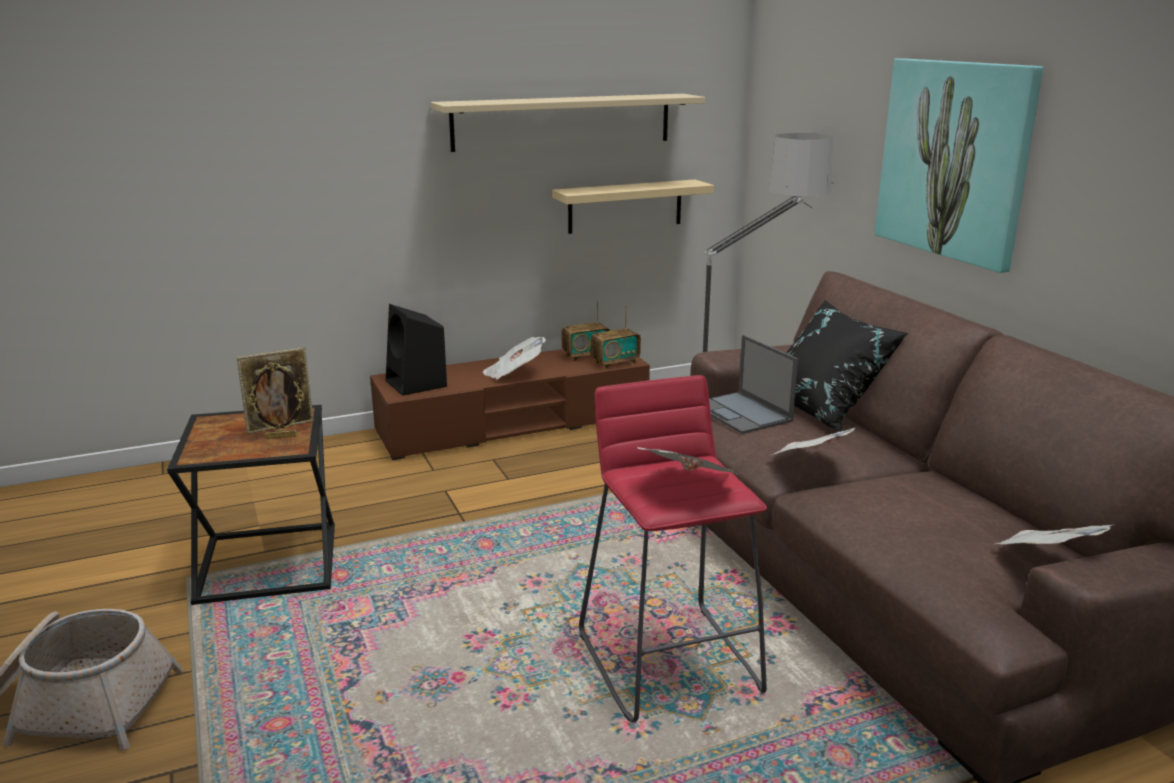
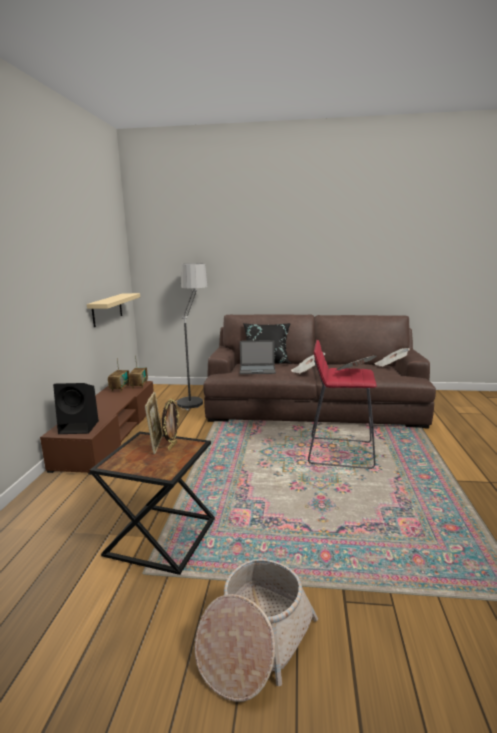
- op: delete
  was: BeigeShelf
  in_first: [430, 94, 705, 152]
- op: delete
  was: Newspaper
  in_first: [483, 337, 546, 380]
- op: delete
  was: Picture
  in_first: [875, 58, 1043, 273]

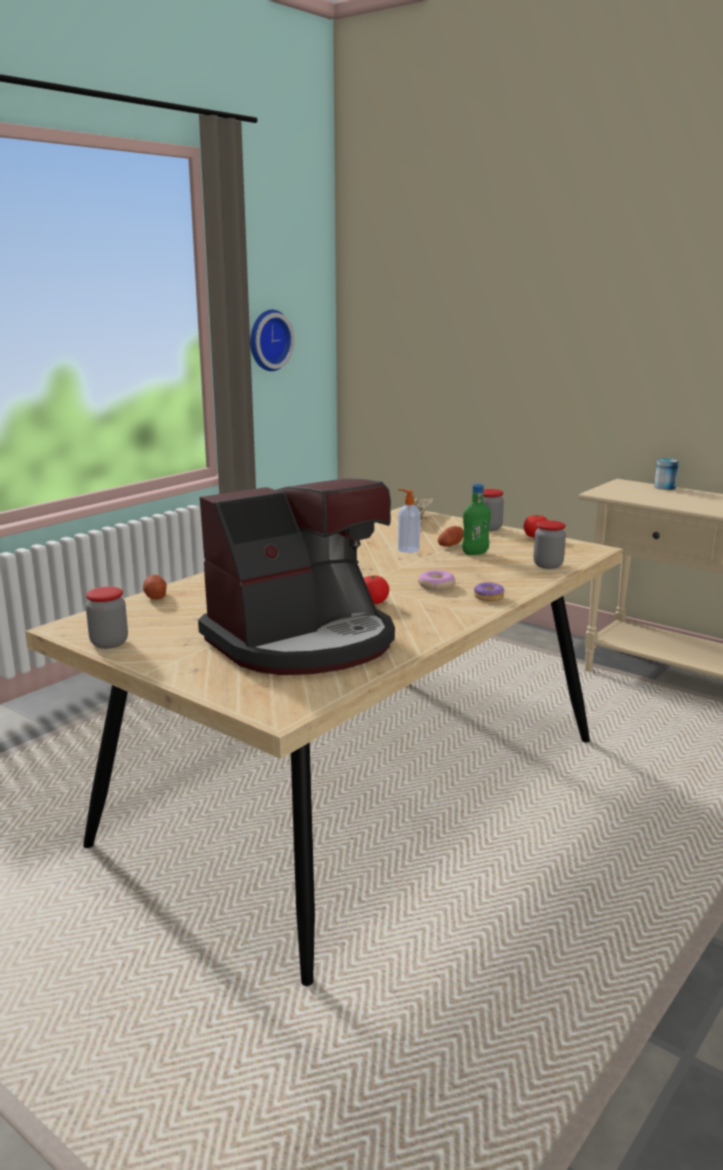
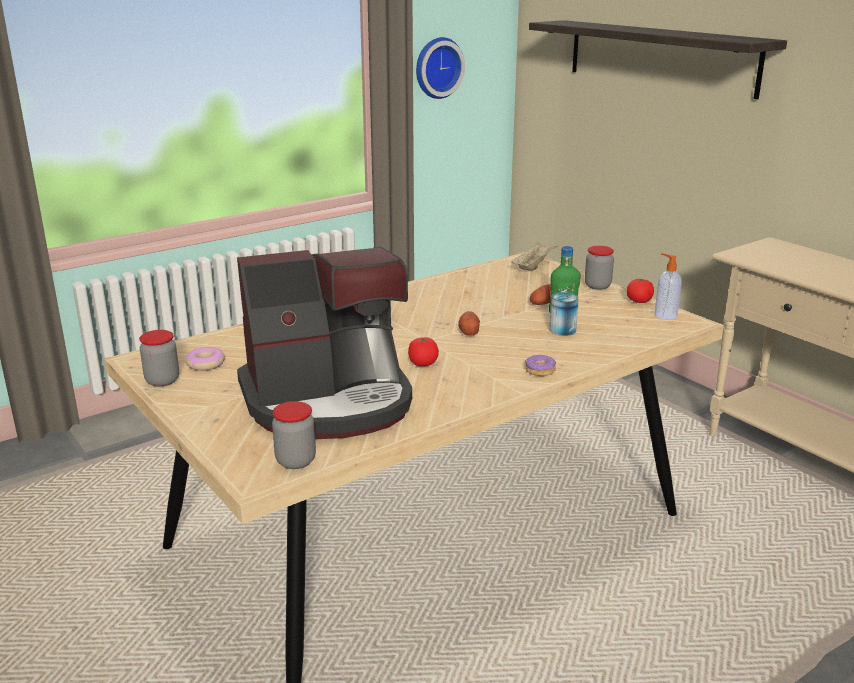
- op: move
  was: Donut
  in_first: [418, 570, 455, 591]
  in_second: [185, 347, 225, 371]
- op: move
  was: Jar
  in_first: [533, 520, 566, 569]
  in_second: [272, 401, 316, 469]
- op: move
  was: Potato
  in_first: [143, 574, 167, 600]
  in_second: [458, 311, 480, 336]
- op: insert
  now: Shelf
  in_second: [529, 20, 787, 99]
- op: move
  was: Can
  in_first: [654, 458, 679, 490]
  in_second: [549, 292, 579, 336]
- op: move
  was: SoapDispenser
  in_first: [398, 489, 420, 553]
  in_second: [654, 253, 682, 320]

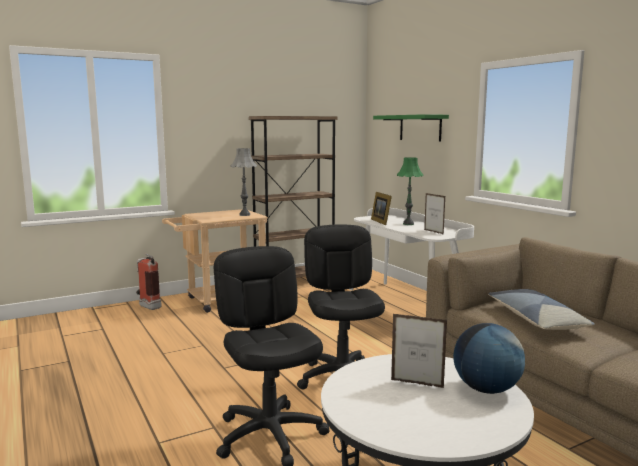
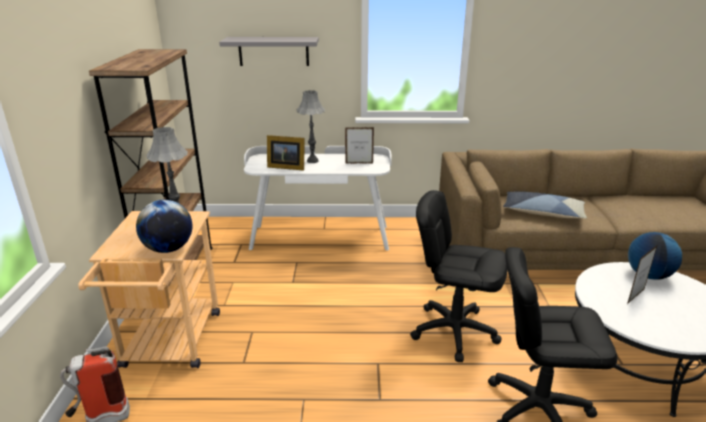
- op: insert
  now: Globe
  in_second: [136, 200, 192, 253]
- op: recolor
  was: GreenShelf
  now: GreyShelf
  in_first: [373, 114, 449, 141]
  in_second: [219, 37, 319, 66]
- op: recolor
  was: GreenTableLamp
  now: GreyTableLamp
  in_first: [397, 157, 423, 225]
  in_second: [297, 90, 325, 163]

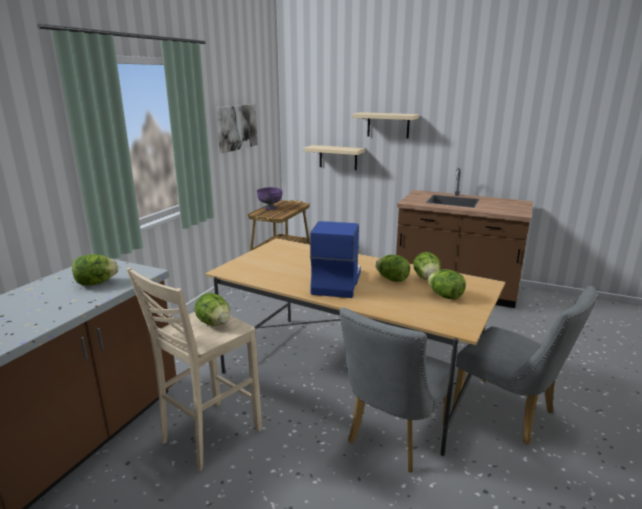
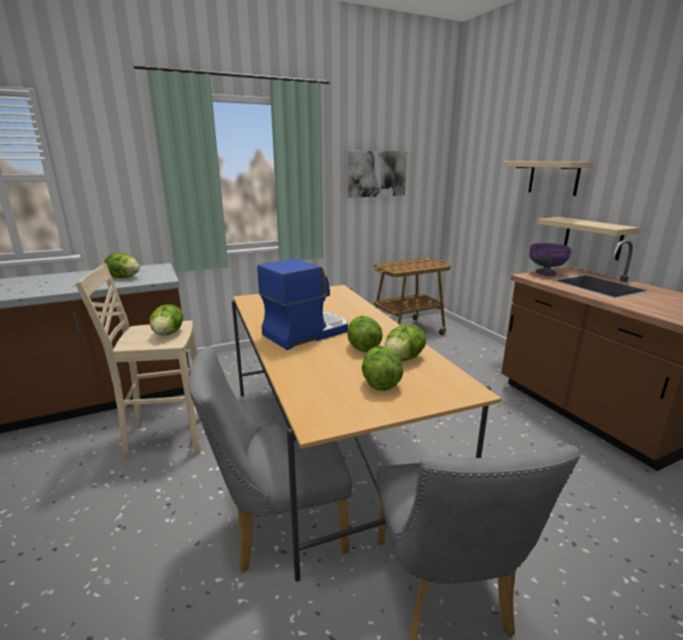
- op: move
  was: PurpleBowl
  in_first: [257, 187, 283, 210]
  in_second: [530, 243, 572, 276]
- op: move
  was: BeigeShelf
  in_first: [303, 145, 365, 170]
  in_second: [537, 217, 640, 260]

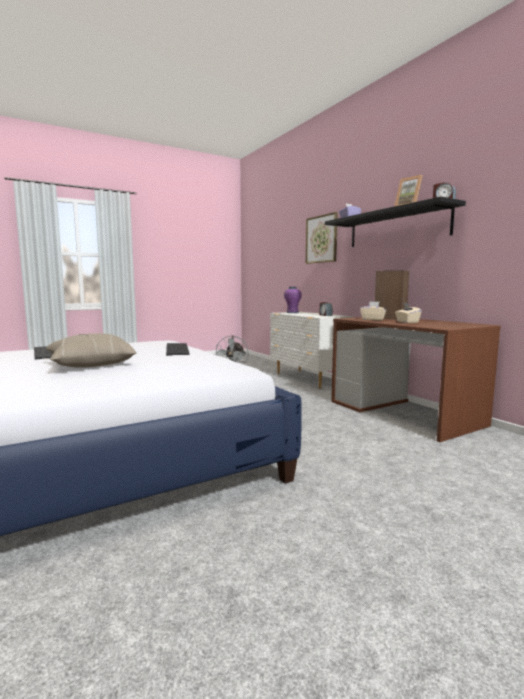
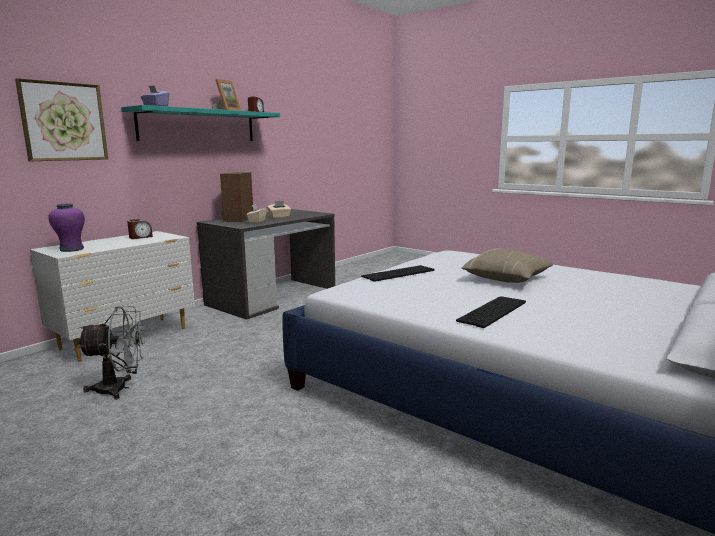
- op: recolor
  was: BlackShelf
  now: TurquoiseShelf
  in_first: [325, 197, 466, 247]
  in_second: [121, 105, 280, 141]
- op: recolor
  was: BrownDesk
  now: GreyDesk
  in_first: [331, 317, 501, 442]
  in_second: [197, 209, 335, 320]

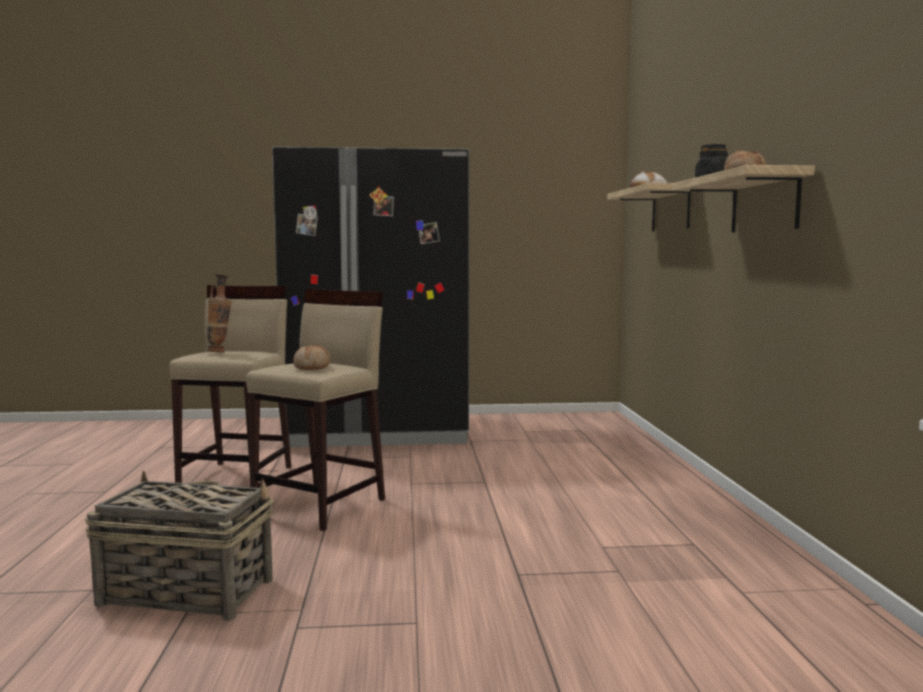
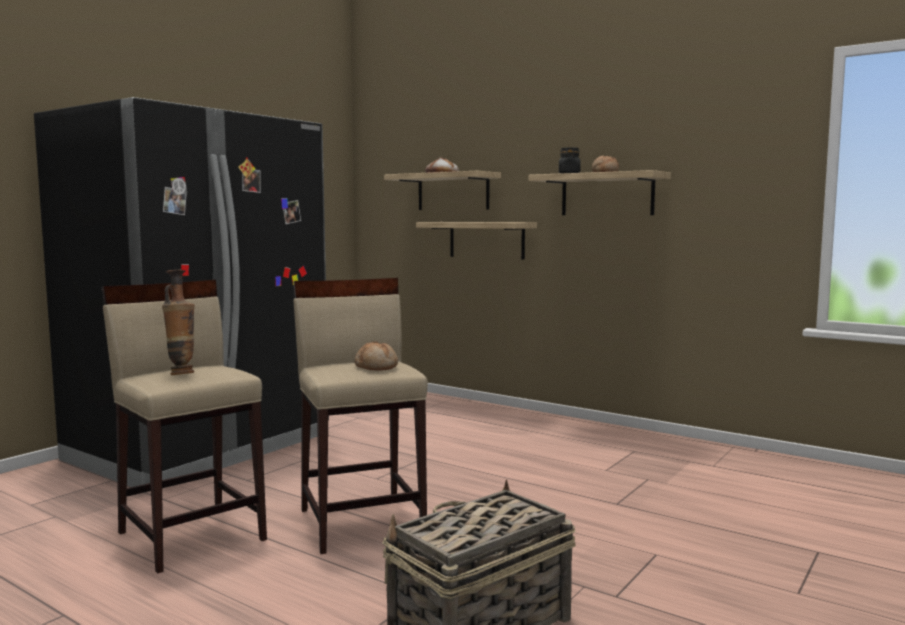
- op: insert
  now: Shelf
  in_second: [416, 222, 537, 260]

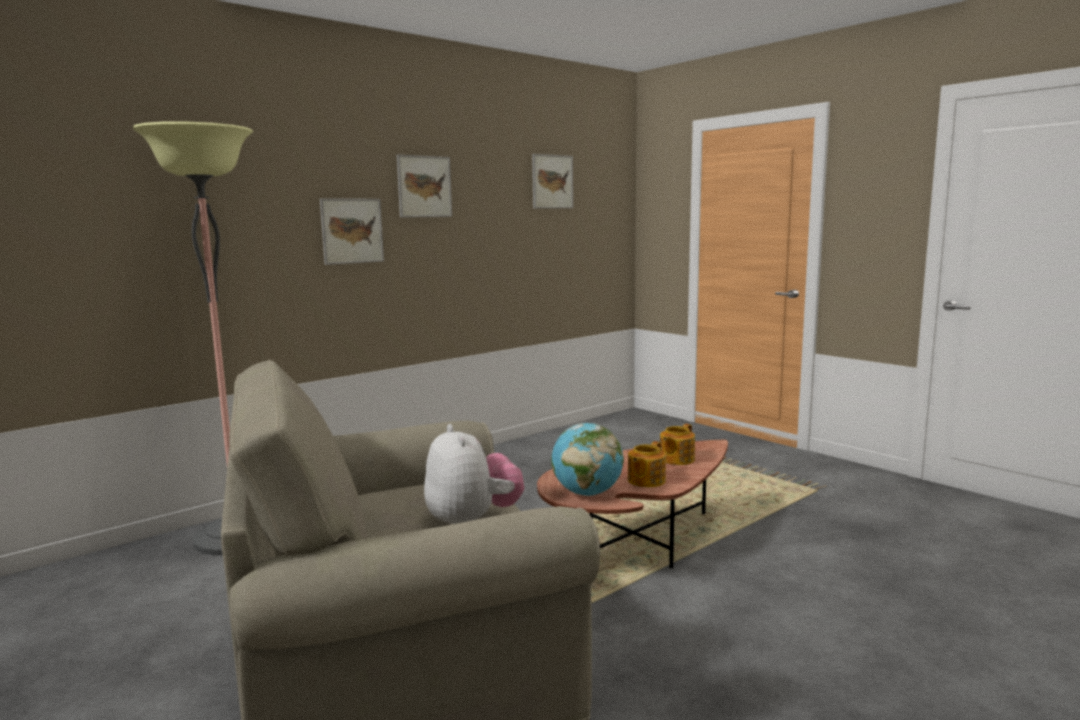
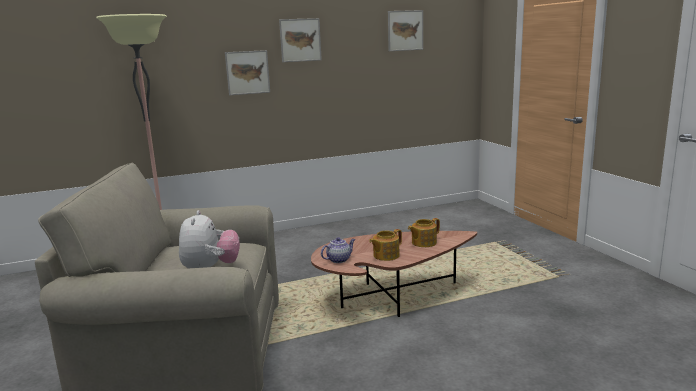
- op: replace
  was: Globe
  now: Teapot
  in_first: [551, 423, 624, 496]
  in_second: [321, 237, 355, 263]

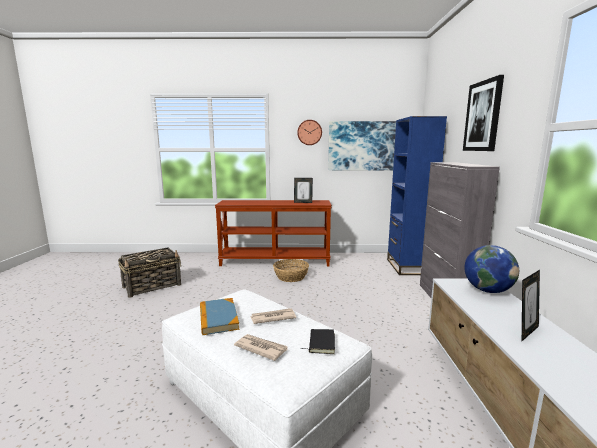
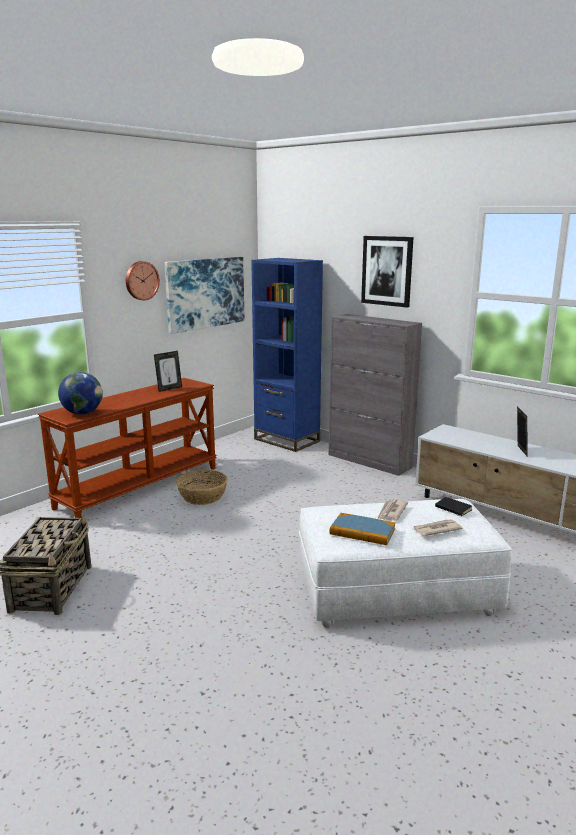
- op: move
  was: Globe
  in_first: [464, 245, 519, 293]
  in_second: [58, 372, 103, 414]

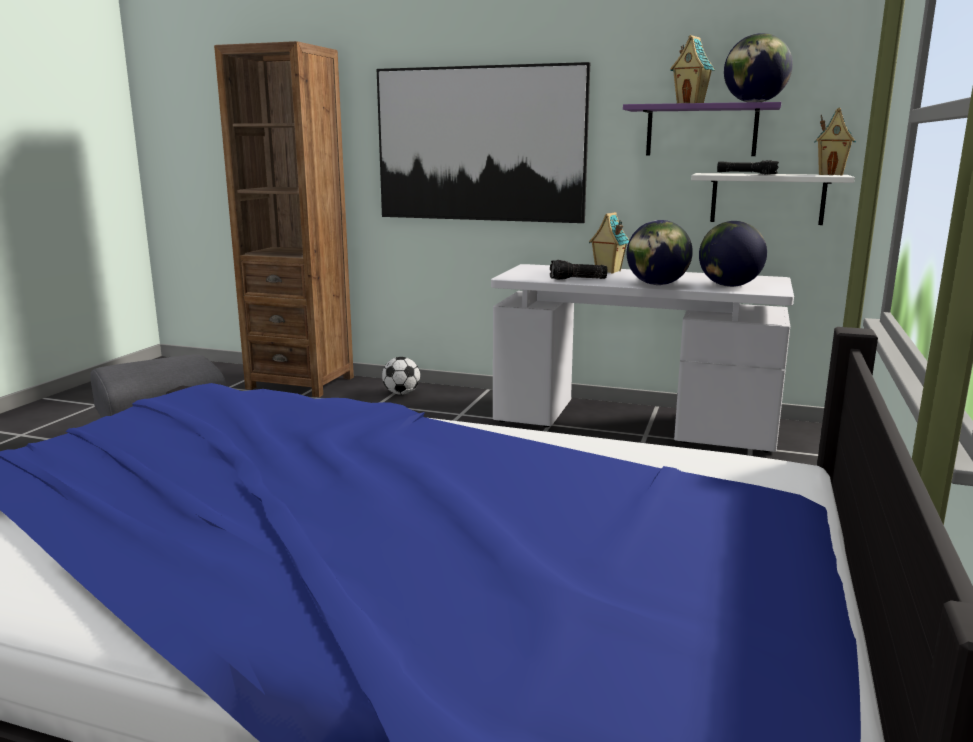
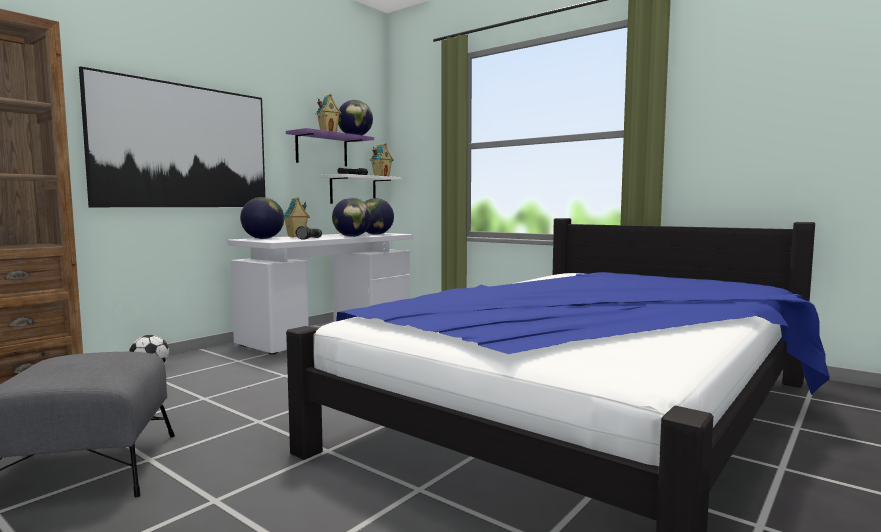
- op: insert
  now: Globe
  in_second: [240, 197, 284, 239]

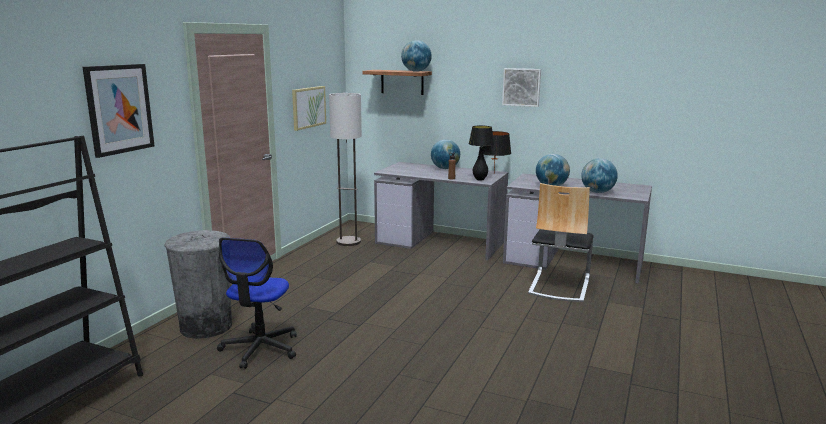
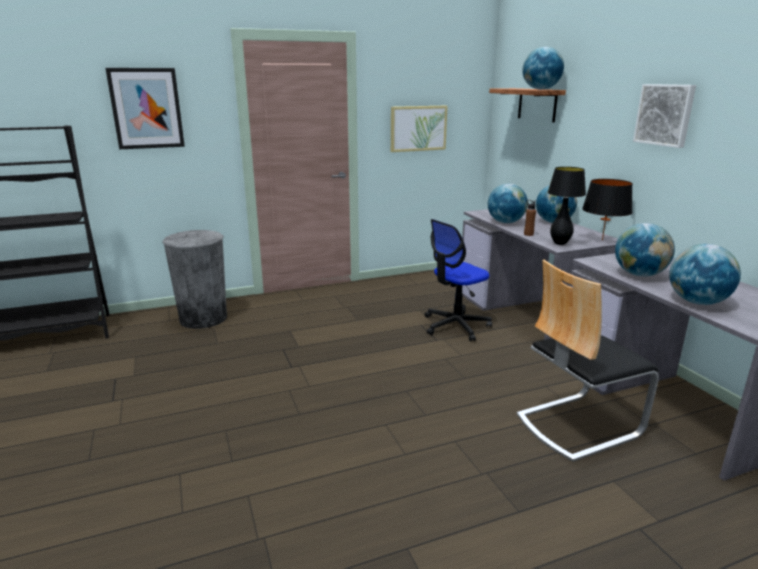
- op: move
  was: OfficeChair
  in_first: [217, 237, 297, 369]
  in_second: [425, 219, 492, 341]
- op: insert
  now: Globe
  in_second: [488, 184, 528, 223]
- op: delete
  was: FloorLamp
  in_first: [329, 93, 362, 246]

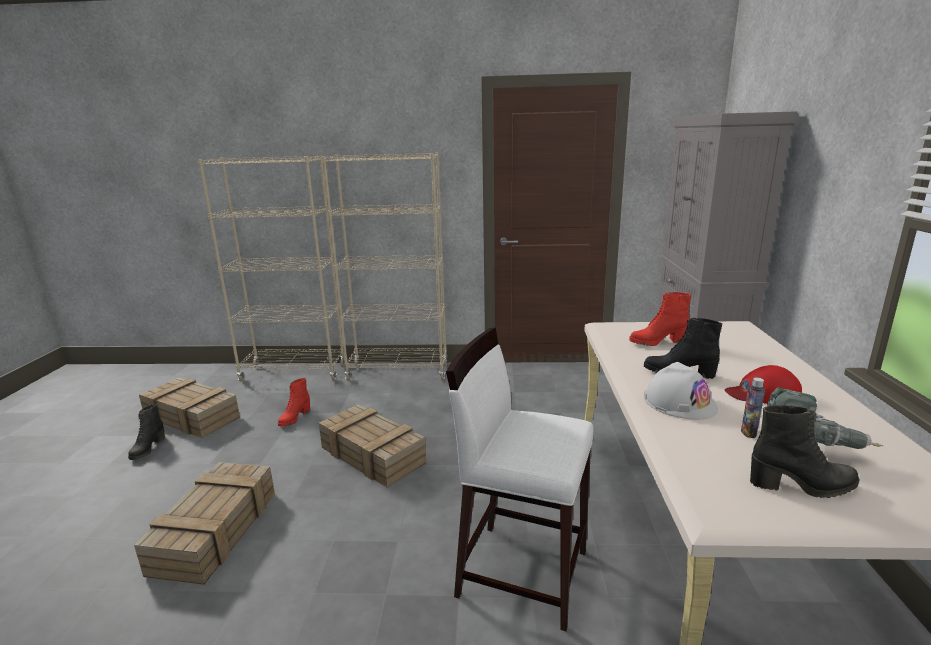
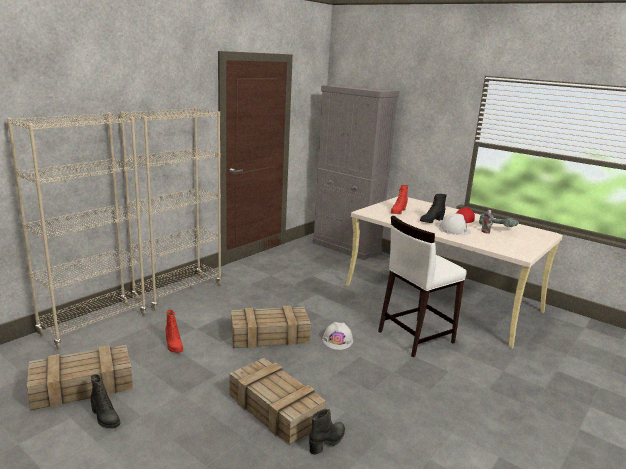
- op: move
  was: BlackBoot
  in_first: [750, 404, 860, 498]
  in_second: [309, 409, 345, 455]
- op: insert
  now: WhiteHardHat
  in_second: [322, 322, 353, 350]

